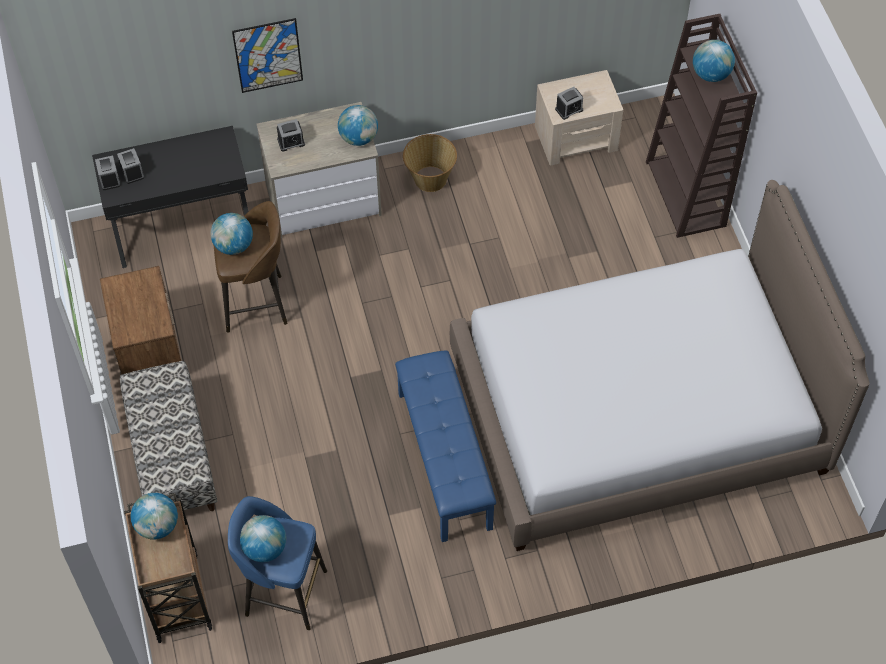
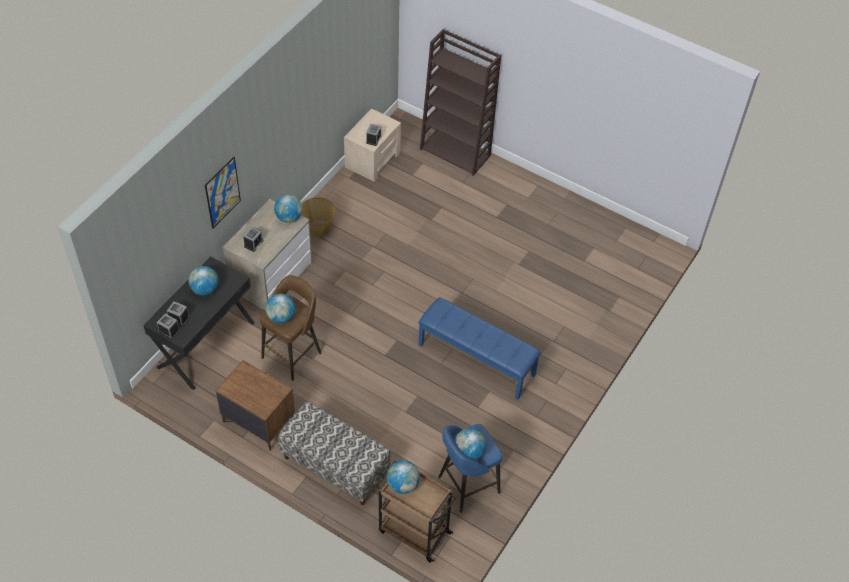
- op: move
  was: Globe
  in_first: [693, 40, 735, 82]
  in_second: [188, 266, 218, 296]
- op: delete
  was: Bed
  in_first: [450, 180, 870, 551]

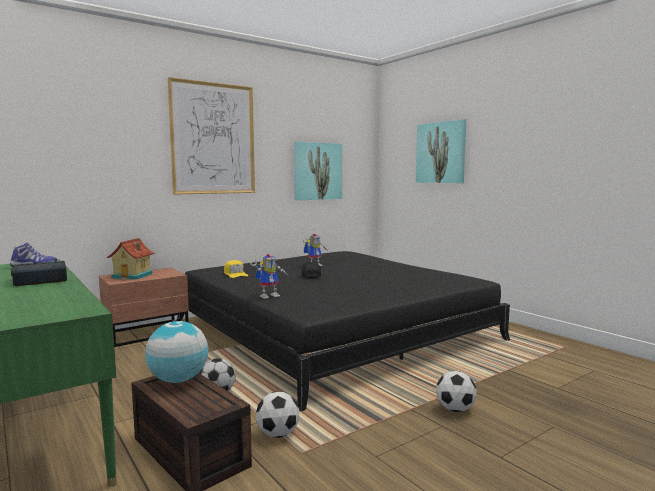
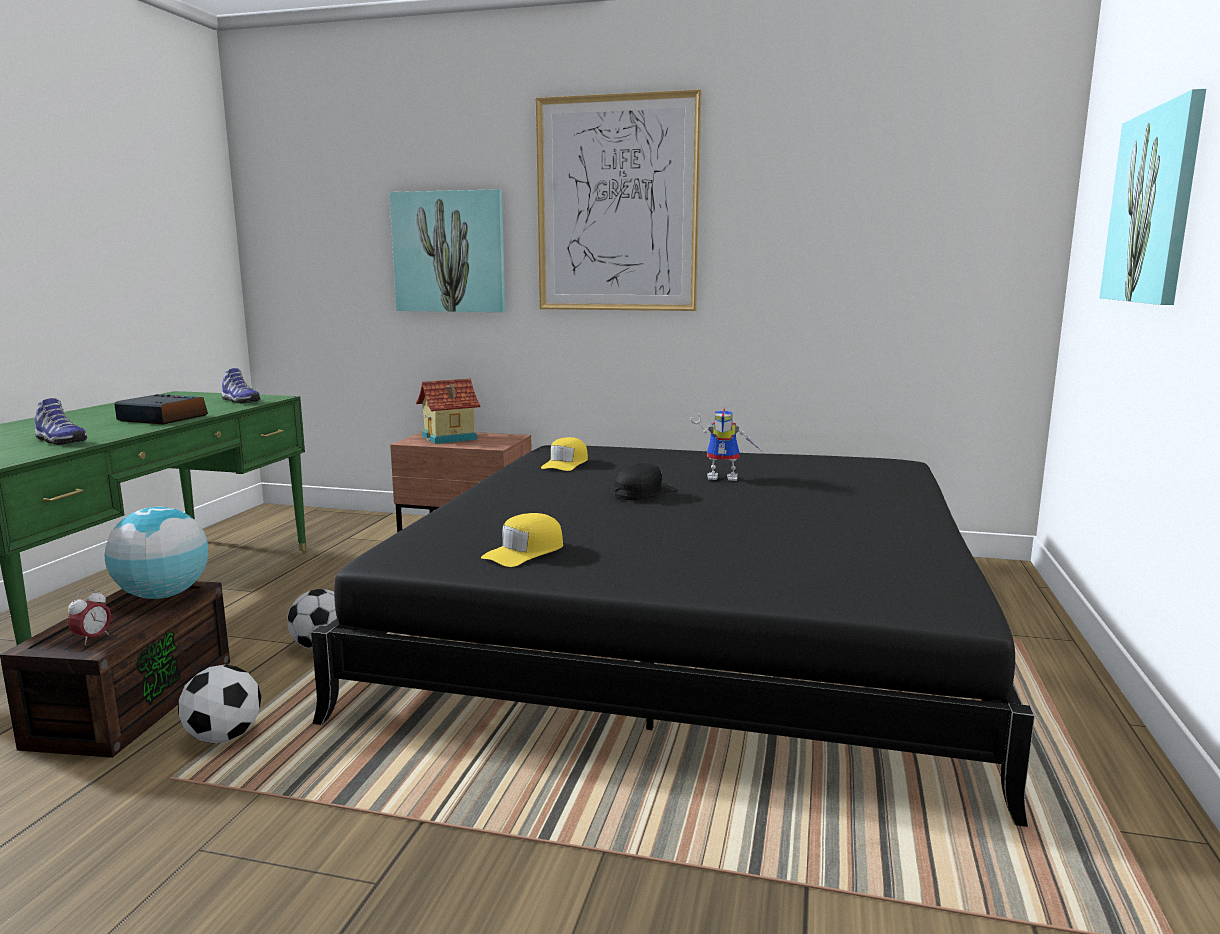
- op: insert
  now: Shoe
  in_second: [35, 398, 87, 445]
- op: insert
  now: AlarmClock
  in_second: [68, 589, 111, 645]
- op: move
  was: Picture
  in_first: [294, 142, 342, 200]
  in_second: [389, 189, 505, 312]
- op: insert
  now: YellowCap
  in_second: [481, 513, 563, 567]
- op: delete
  was: ToyRobot
  in_first: [250, 254, 290, 299]
- op: delete
  was: Football
  in_first: [436, 371, 477, 412]

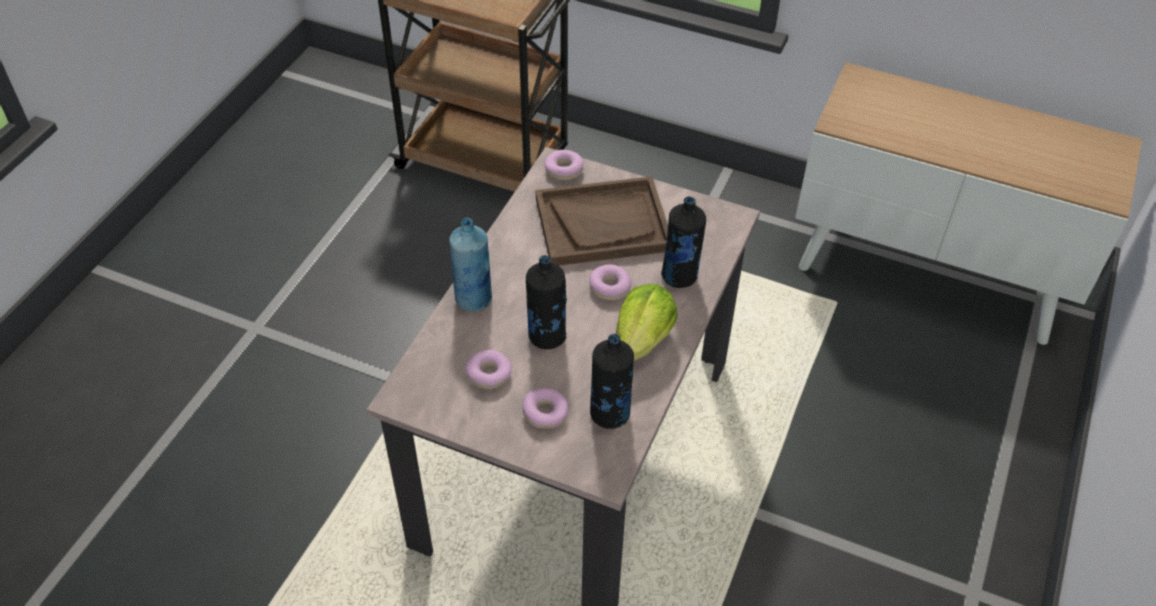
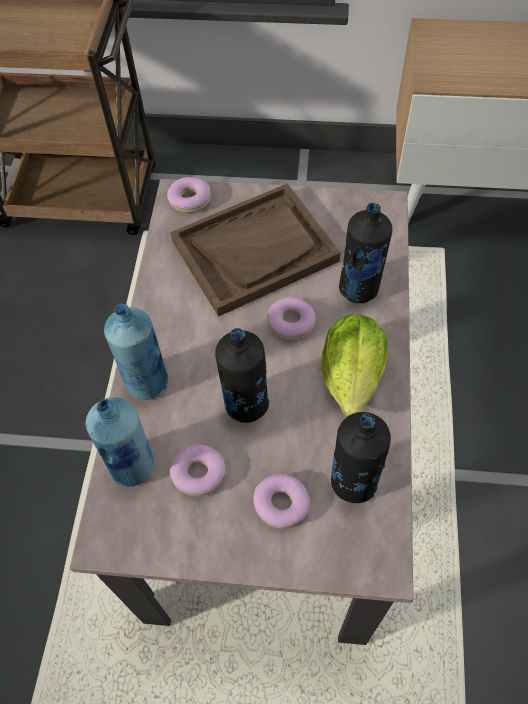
- op: insert
  now: BlueBottle
  in_second: [85, 397, 154, 487]

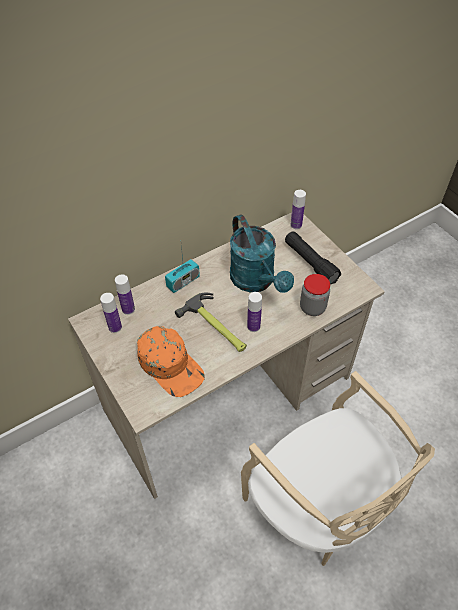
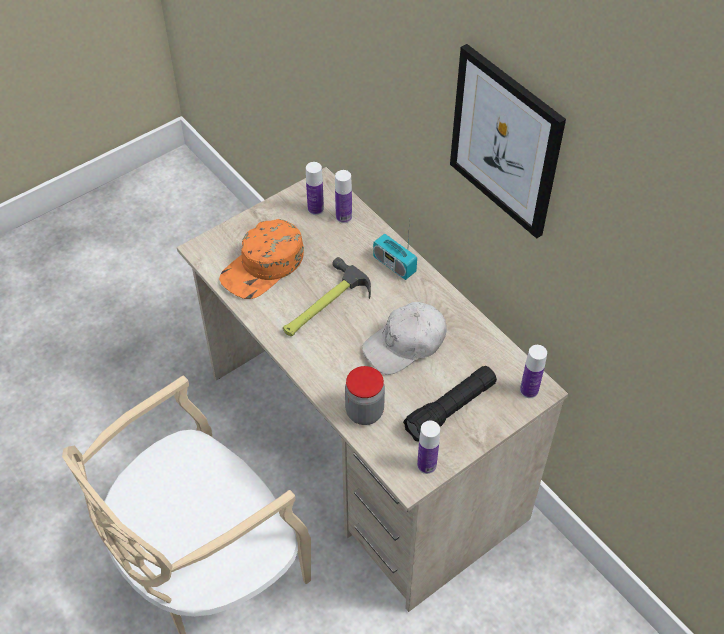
- op: replace
  was: TurquoiseWateringCan
  now: WhiteCap
  in_first: [230, 214, 294, 293]
  in_second: [362, 302, 446, 375]
- op: move
  was: Bottle
  in_first: [247, 292, 262, 332]
  in_second: [417, 421, 440, 474]
- op: insert
  now: Picture
  in_second: [450, 44, 566, 239]

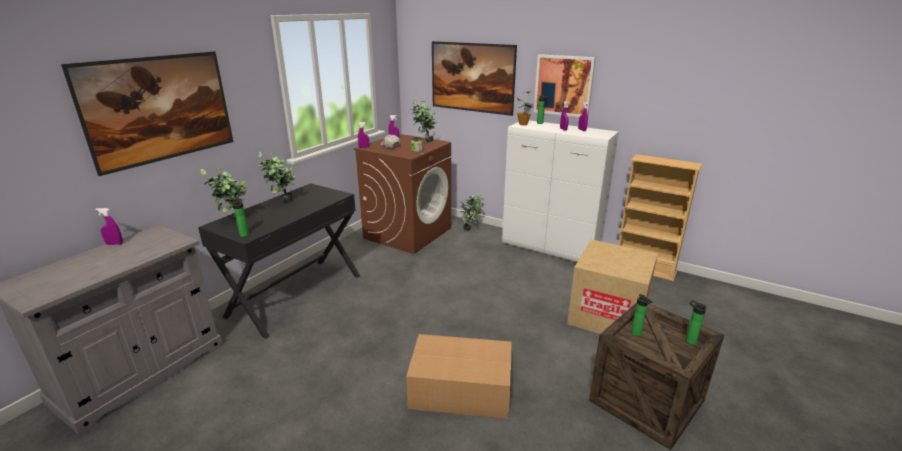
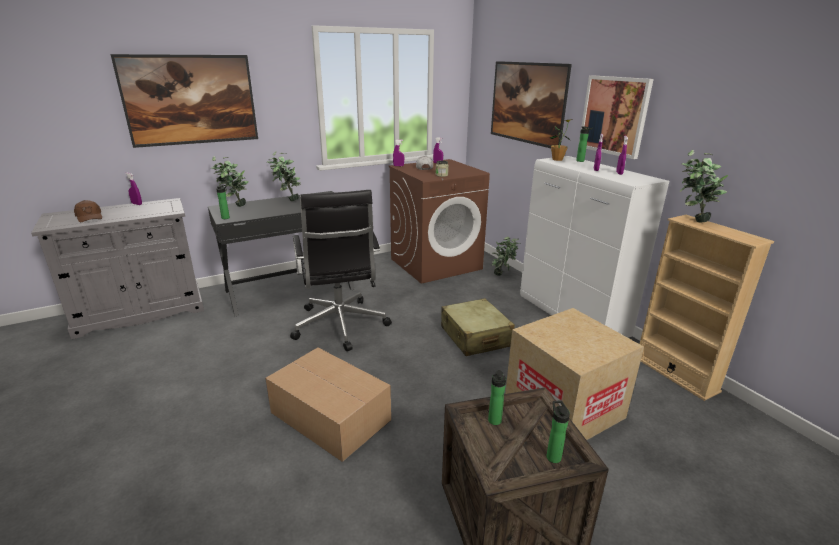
- op: insert
  now: BrownCap
  in_second: [74, 200, 102, 222]
- op: insert
  now: BlackOfficeChair
  in_second: [290, 190, 392, 351]
- op: insert
  now: BeigeSuitcase
  in_second: [441, 298, 515, 356]
- op: move
  was: PottedPlant
  in_first: [411, 100, 438, 142]
  in_second: [680, 150, 728, 222]

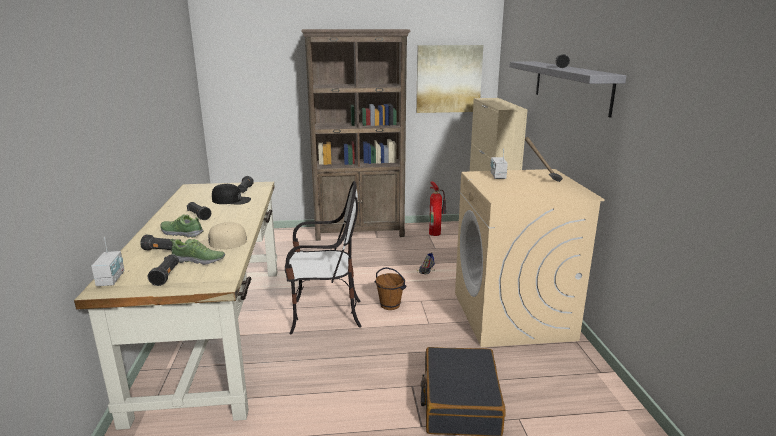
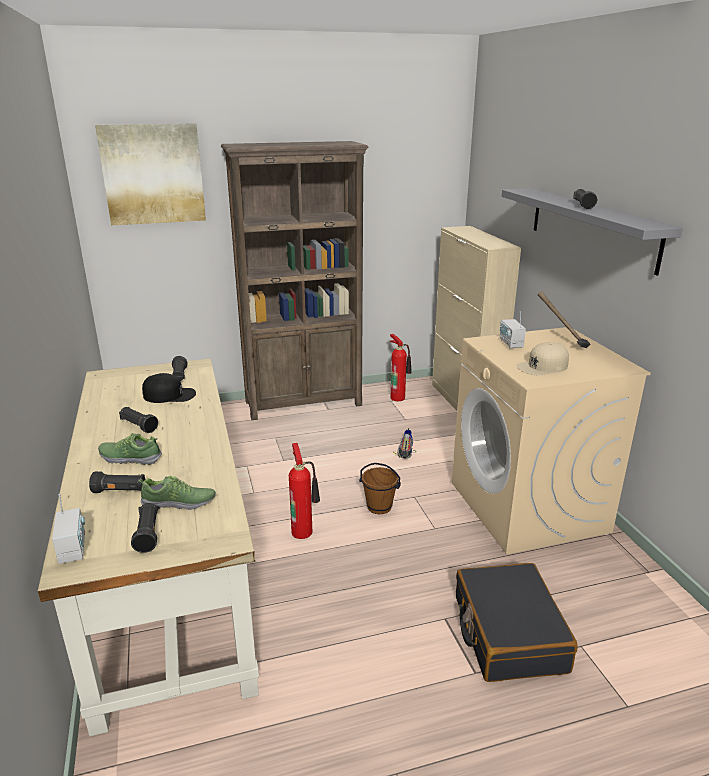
- op: move
  was: Picture
  in_first: [416, 45, 483, 113]
  in_second: [95, 123, 206, 225]
- op: replace
  was: Chair
  now: FireExtinguisher
  in_first: [285, 181, 362, 334]
  in_second: [289, 443, 320, 539]
- op: move
  was: BeigeCap
  in_first: [200, 222, 247, 250]
  in_second: [516, 342, 569, 376]

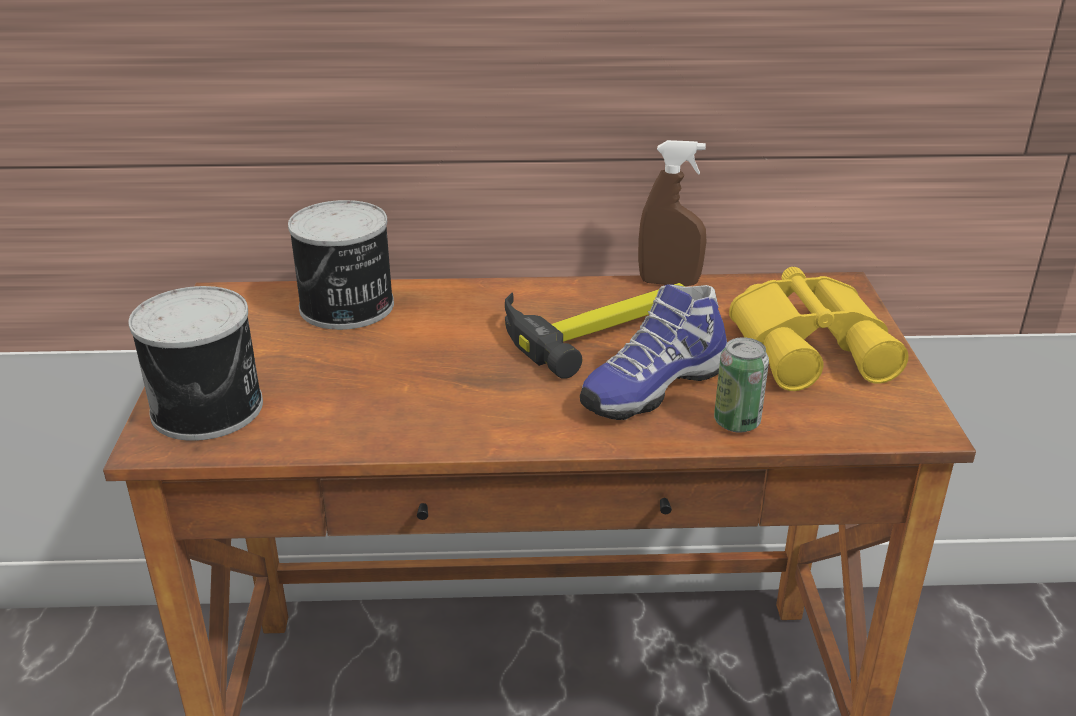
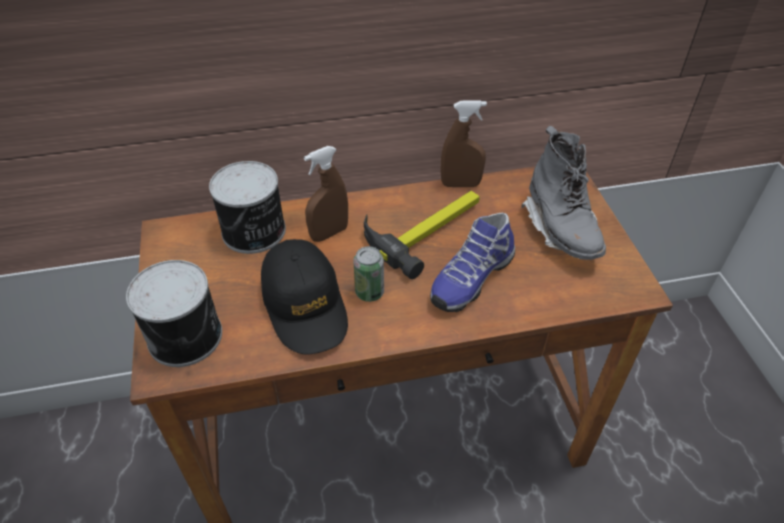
- op: insert
  now: BlackCap
  in_second: [261, 239, 348, 355]
- op: insert
  now: BrownSprayBottle
  in_second: [304, 146, 348, 242]
- op: move
  was: Can
  in_first: [714, 337, 769, 433]
  in_second: [353, 246, 384, 302]
- op: replace
  was: YellowBinoculars
  now: GreyBoot
  in_first: [729, 267, 908, 391]
  in_second: [521, 126, 606, 260]

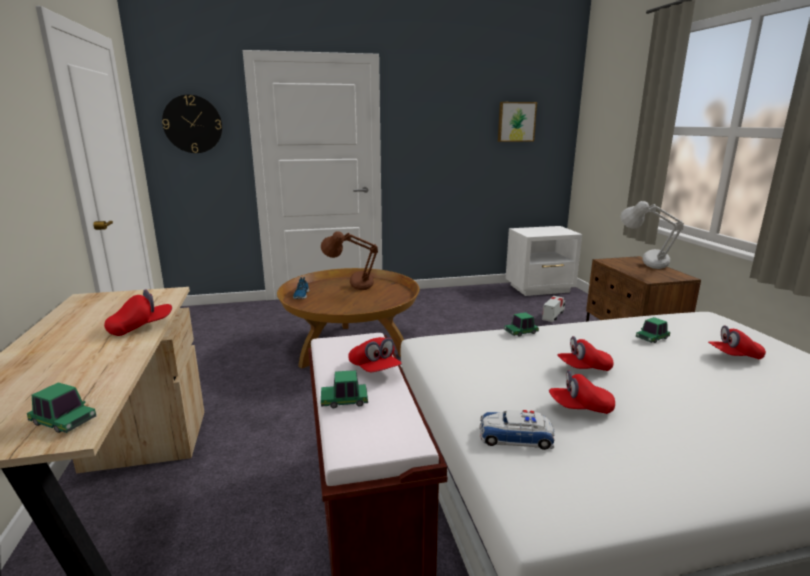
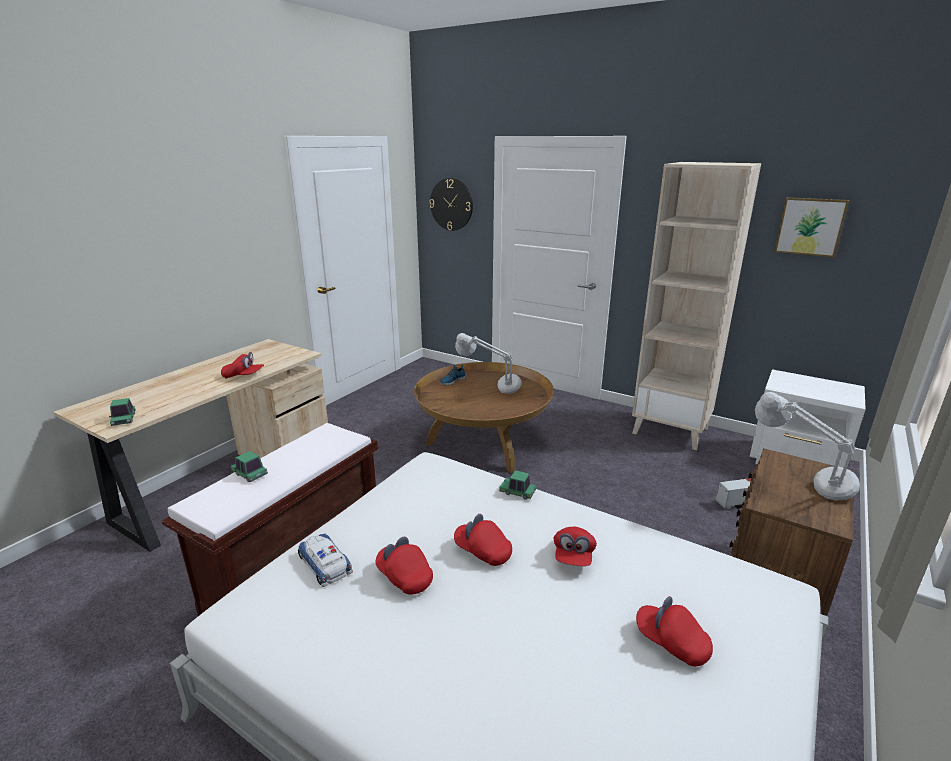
- op: recolor
  was: BrownTableLamp
  now: GreyTableLamp
  in_first: [321, 231, 378, 290]
  in_second: [455, 333, 522, 394]
- op: move
  was: RedCap
  in_first: [348, 337, 402, 372]
  in_second: [554, 527, 597, 566]
- op: insert
  now: BeigeBookcase
  in_second: [632, 162, 761, 450]
- op: delete
  was: ToyCar
  in_first: [636, 317, 670, 343]

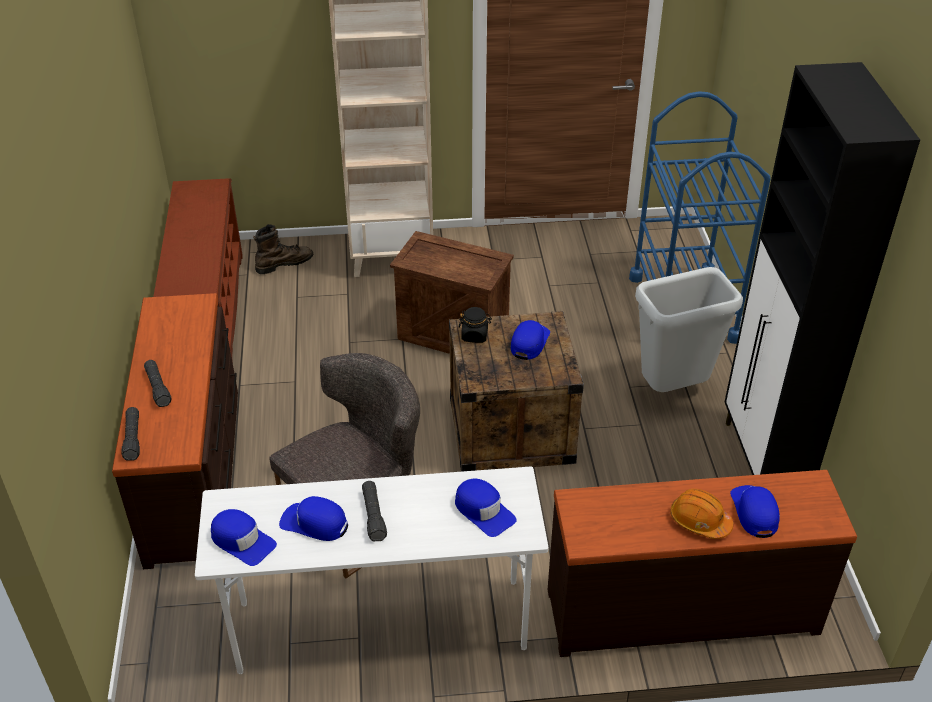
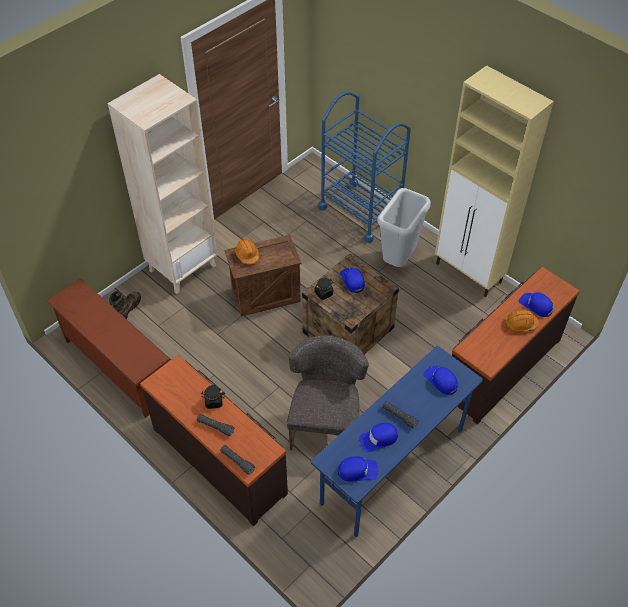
- op: insert
  now: BlackJar
  in_second: [201, 385, 224, 409]
- op: insert
  now: OrangeHardHat
  in_second: [235, 239, 259, 264]
- op: recolor
  was: WhiteDesk
  now: BlueDesk
  in_first: [195, 467, 549, 674]
  in_second: [311, 346, 483, 537]
- op: rotate
  was: BlueCap
  in_first: [455, 479, 517, 537]
  in_second: [423, 365, 458, 395]
  clockwise: -135
- op: recolor
  was: BlackCabinet
  now: BeigeCabinet
  in_first: [725, 62, 920, 475]
  in_second: [435, 65, 554, 297]

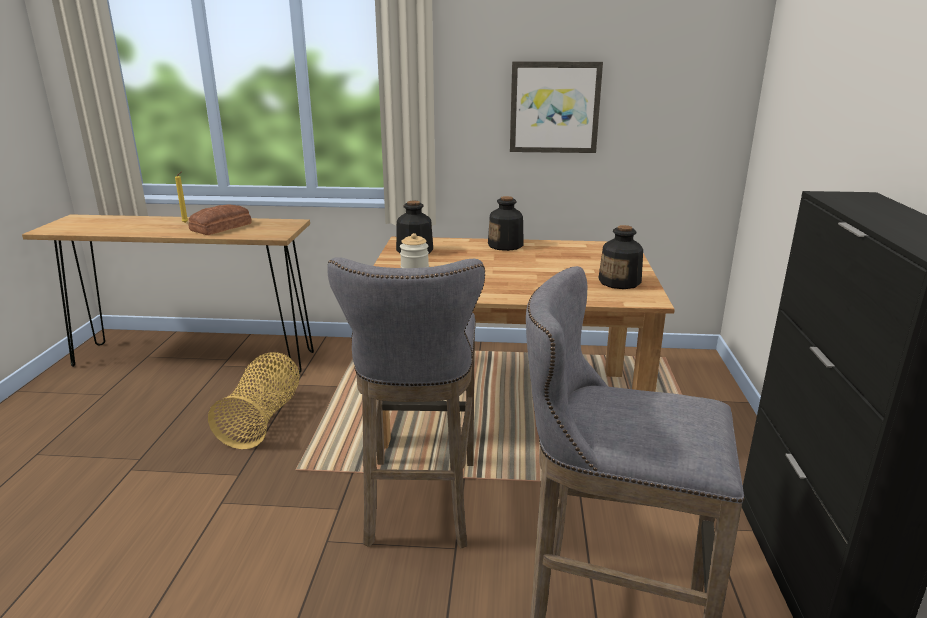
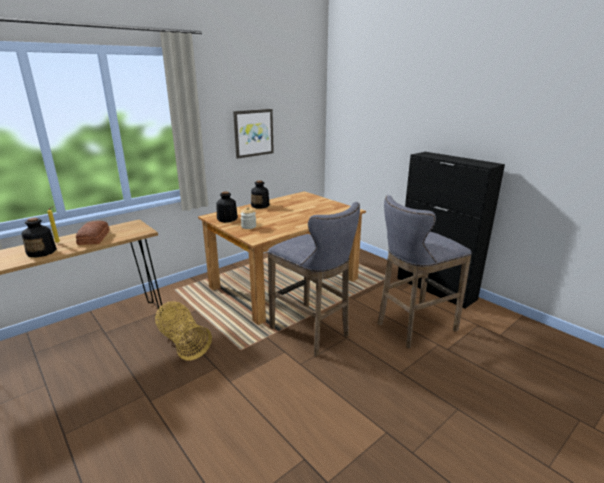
- op: move
  was: Bottle
  in_first: [598, 225, 643, 289]
  in_second: [21, 218, 57, 258]

